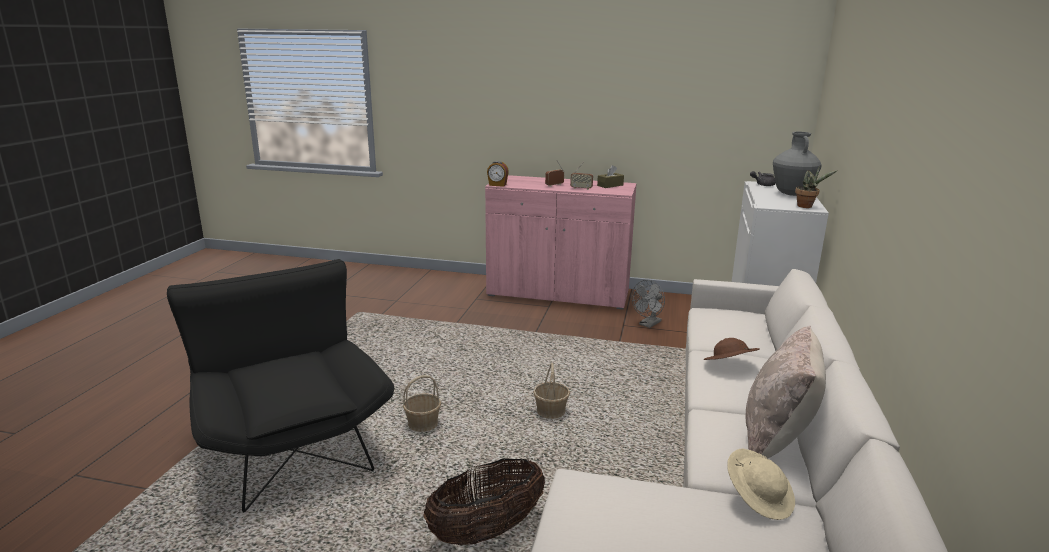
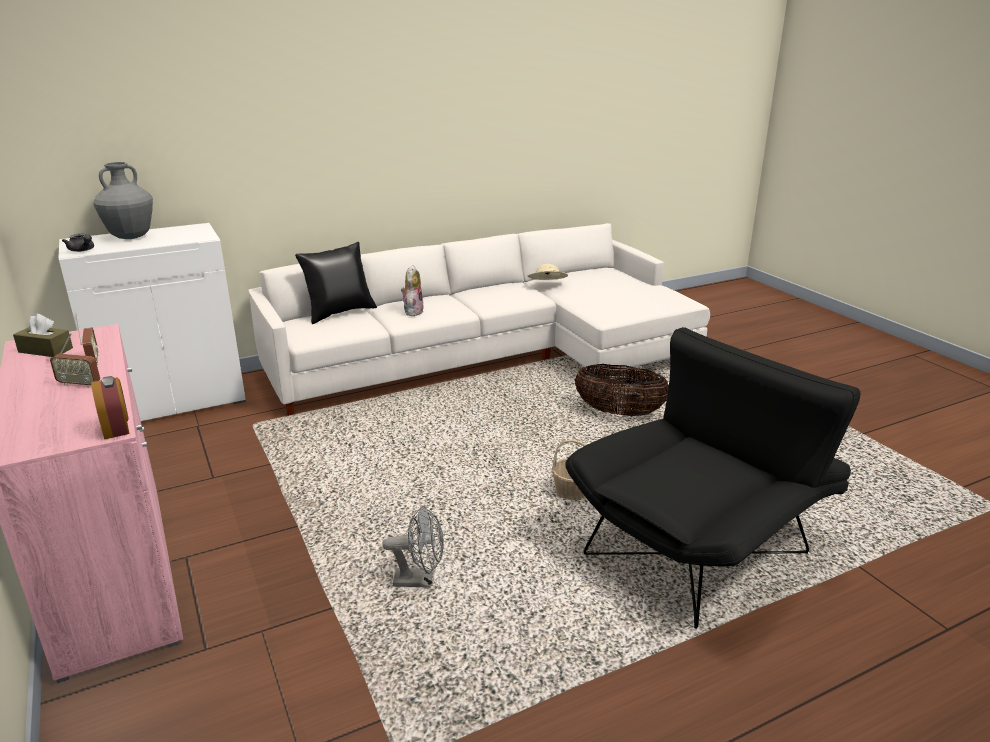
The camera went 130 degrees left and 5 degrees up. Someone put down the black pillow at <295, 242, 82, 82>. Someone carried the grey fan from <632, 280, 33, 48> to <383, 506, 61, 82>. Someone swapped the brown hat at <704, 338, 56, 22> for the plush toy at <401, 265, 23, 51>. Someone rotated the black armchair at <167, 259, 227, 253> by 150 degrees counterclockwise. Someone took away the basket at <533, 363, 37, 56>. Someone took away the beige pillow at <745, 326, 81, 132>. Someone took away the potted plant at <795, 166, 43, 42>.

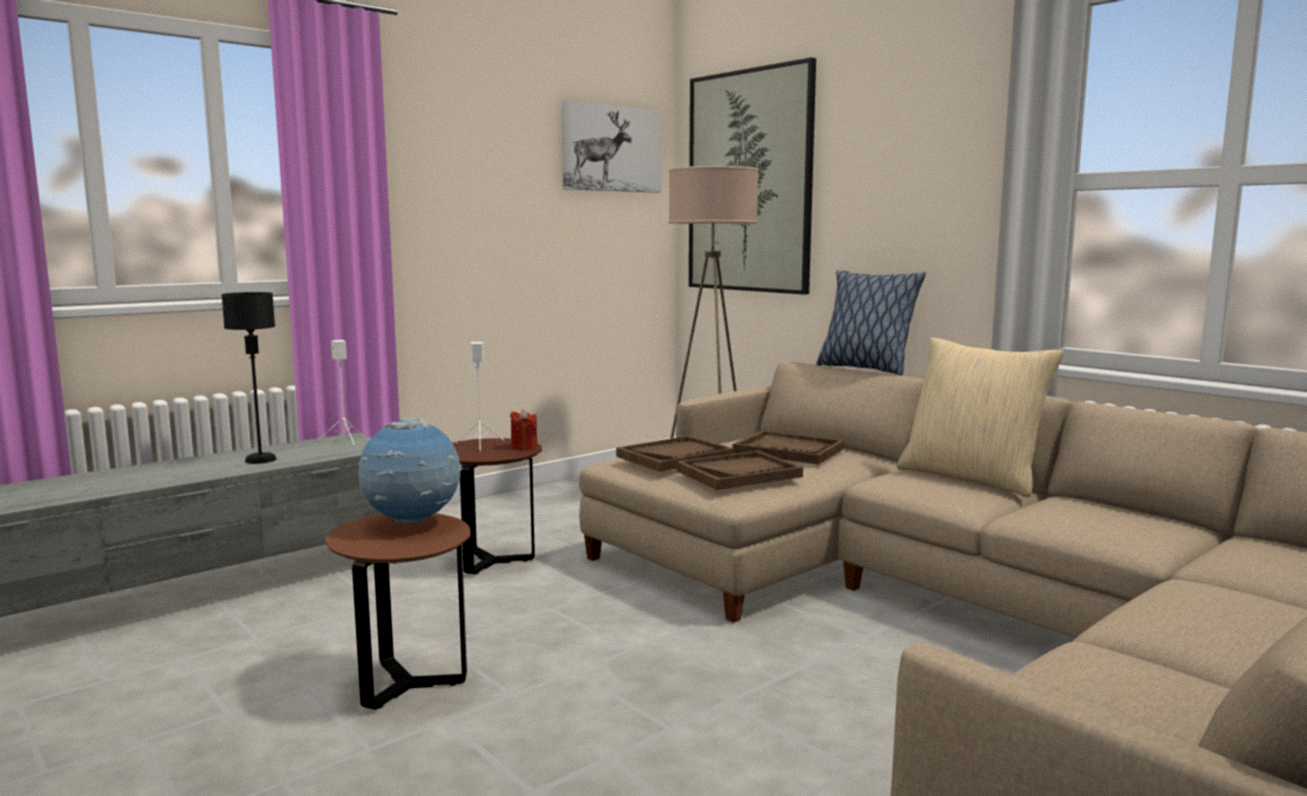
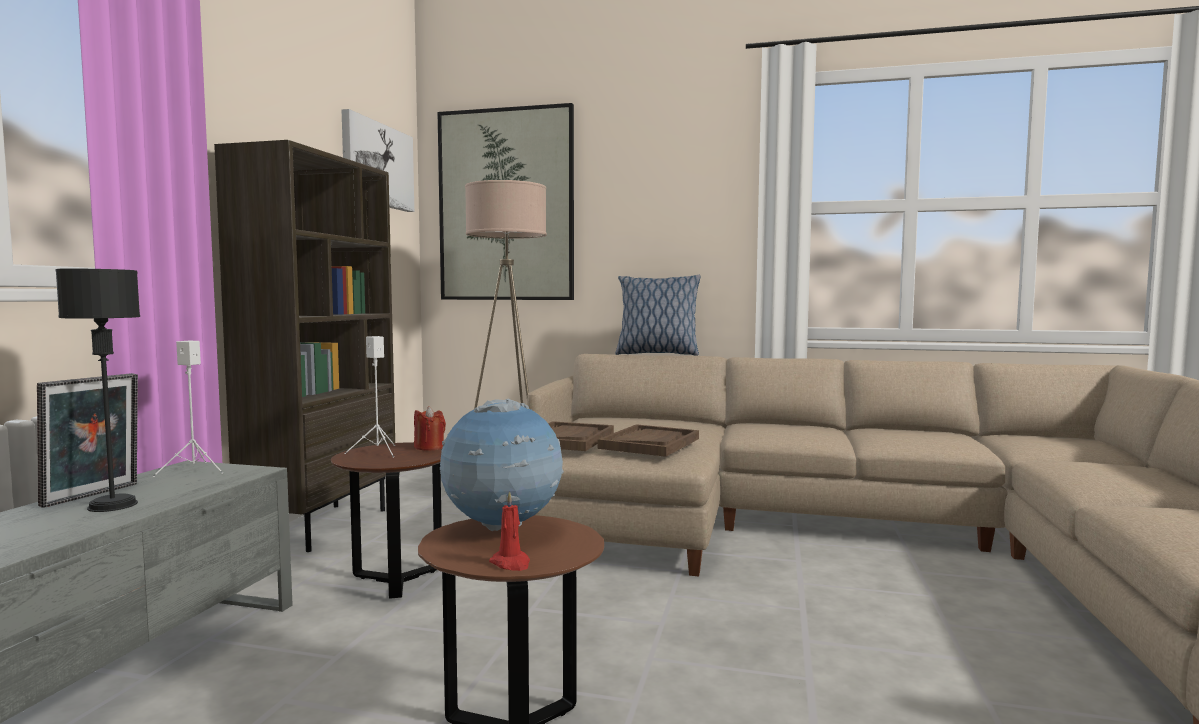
The camera went 35 degrees left and 5 degrees down. Someone put down the picture frame at <37, 373, 101, 135>. Someone put down the brown bookcase at <214, 140, 181, 412>. Someone put down the red candle at <489, 491, 41, 80>. Someone took away the brown tray at <732, 431, 112, 33>. Someone took away the beige pillow at <897, 337, 167, 160>.

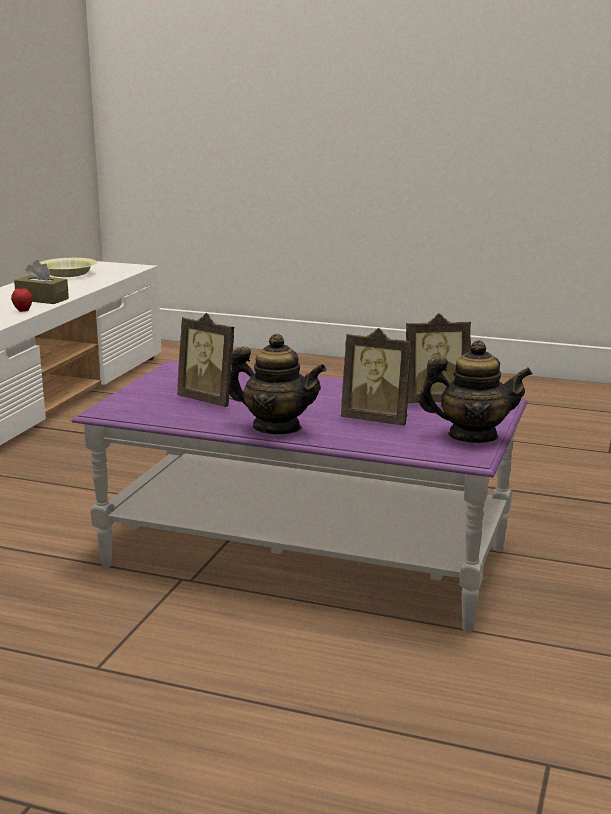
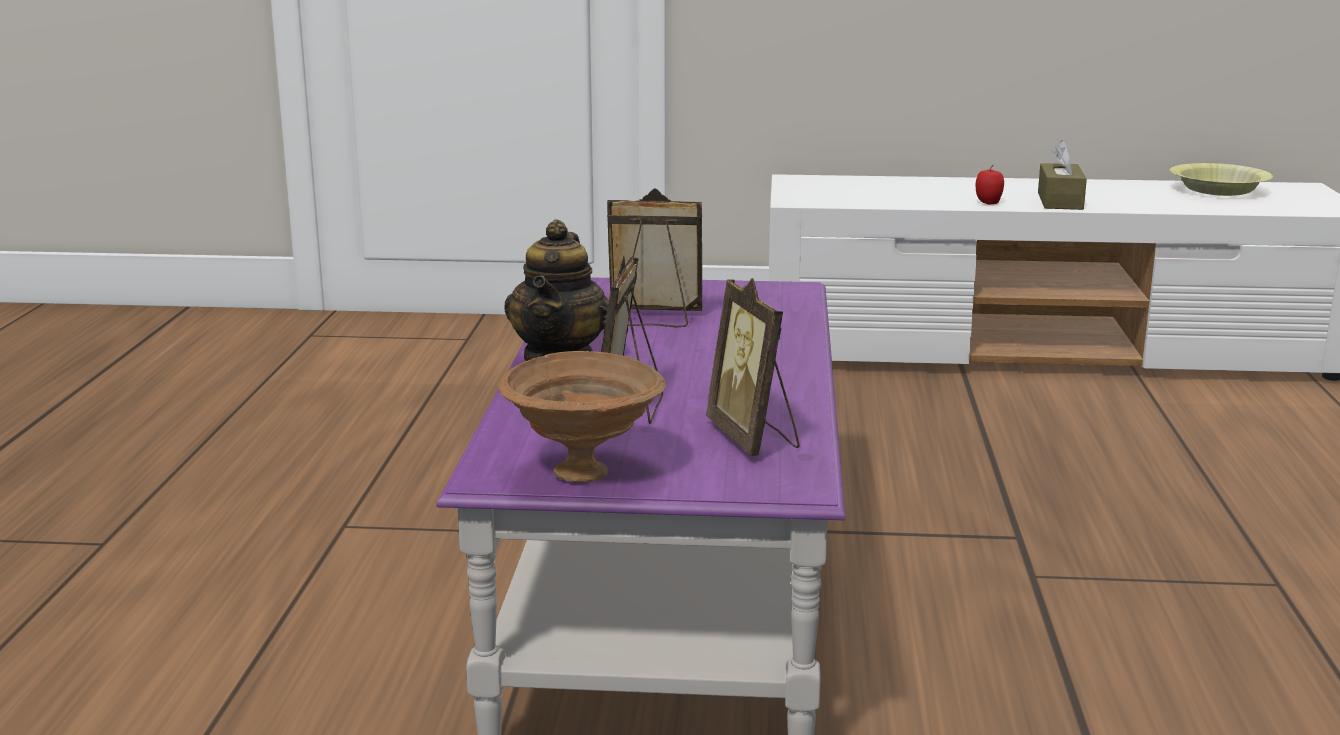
The camera went 75 degrees right and 0 degrees up. Someone swapped the teapot at <418, 340, 115, 103> for the brown bowl at <499, 351, 167, 131>. Someone rotated the picture frame at <177, 313, 57, 94> by 75 degrees clockwise.

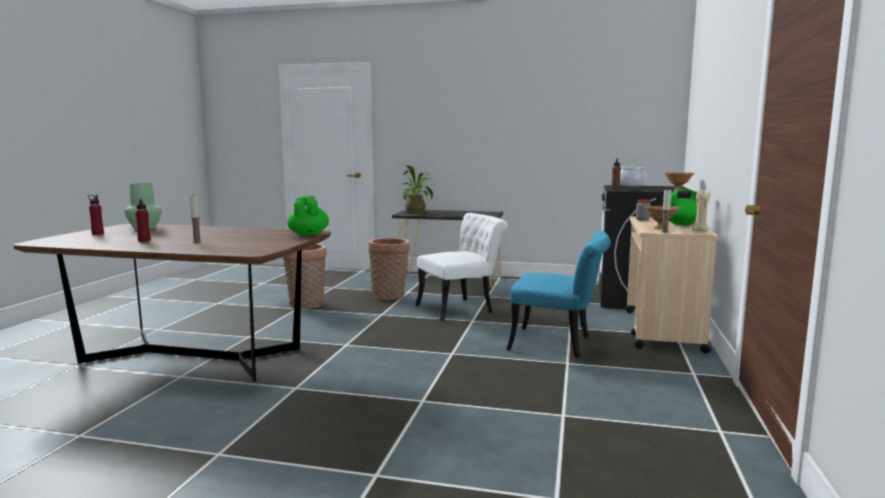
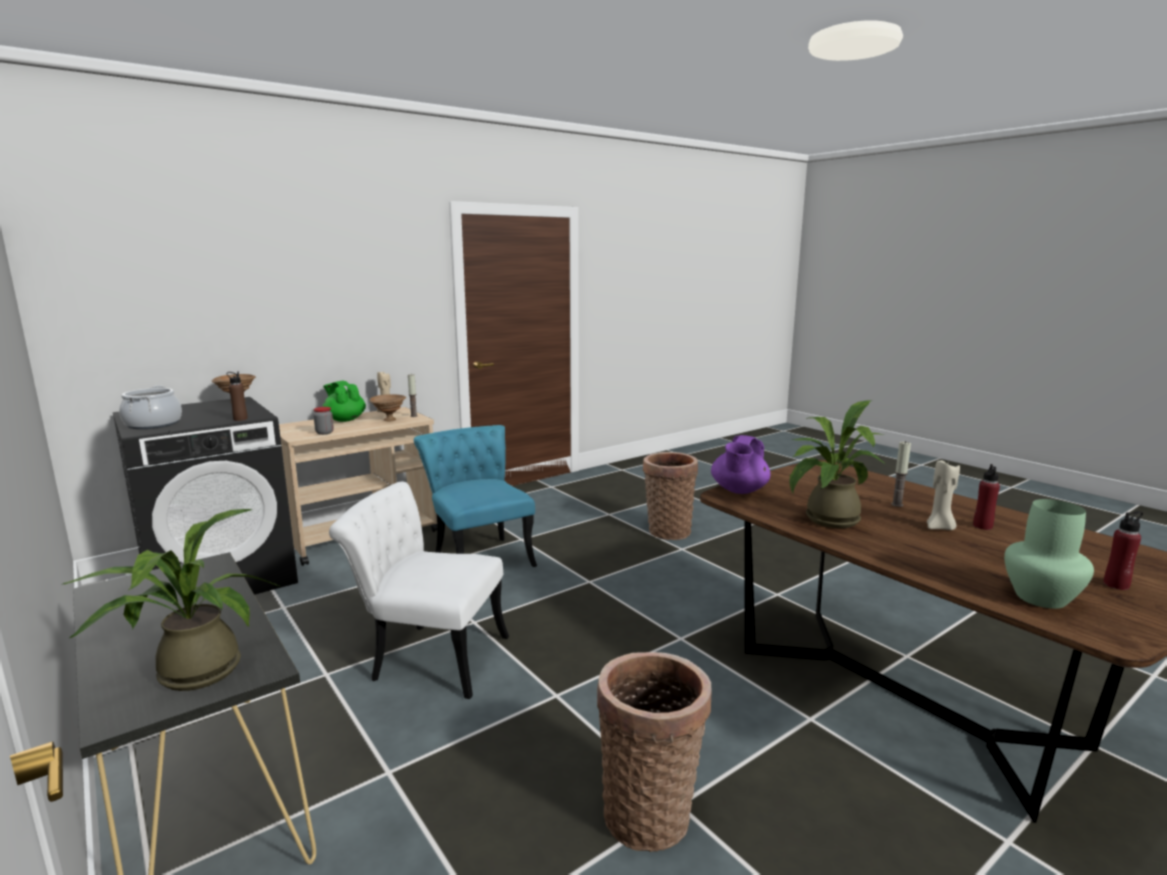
The camera went 140 degrees left and 5 degrees up. Someone carried the basket from <369, 238, 41, 62> to <643, 452, 55, 88>. Someone repainted the green teapot at <287, 195, 42, 41>, which became the purple teapot at <711, 435, 59, 59>. Someone put down the potted plant at <789, 400, 96, 128>. Someone put down the beige candle at <927, 460, 33, 70>.

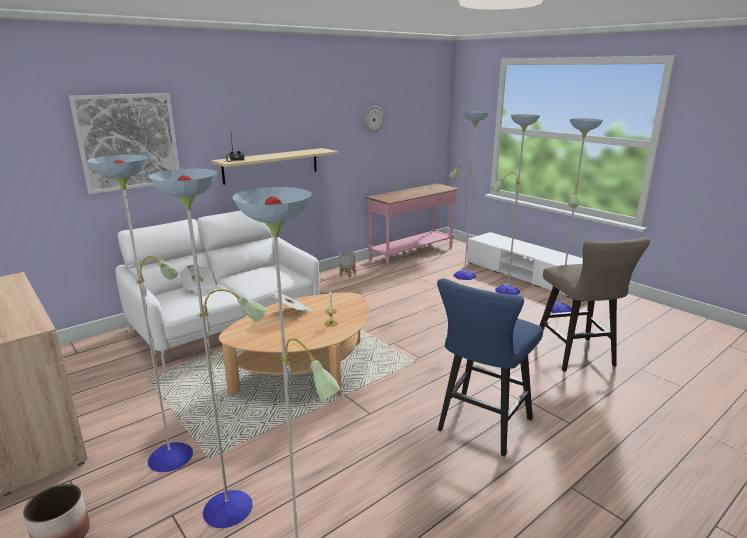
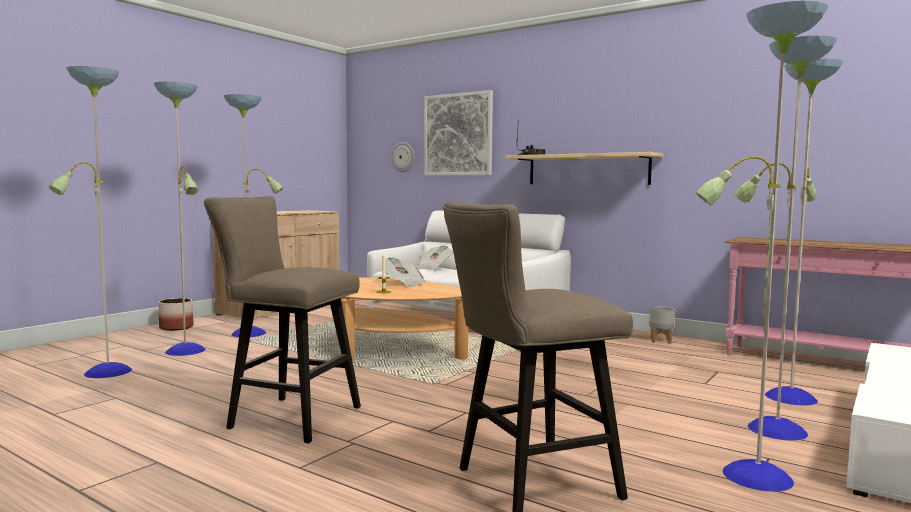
The camera went 75 degrees right and 15 degrees down. Someone repainted the blue stool at <437, 278, 106, 179>, which became the beige stool at <204, 196, 157, 248>. Someone carried the wall clock from <364, 106, 20, 27> to <391, 142, 24, 30>.

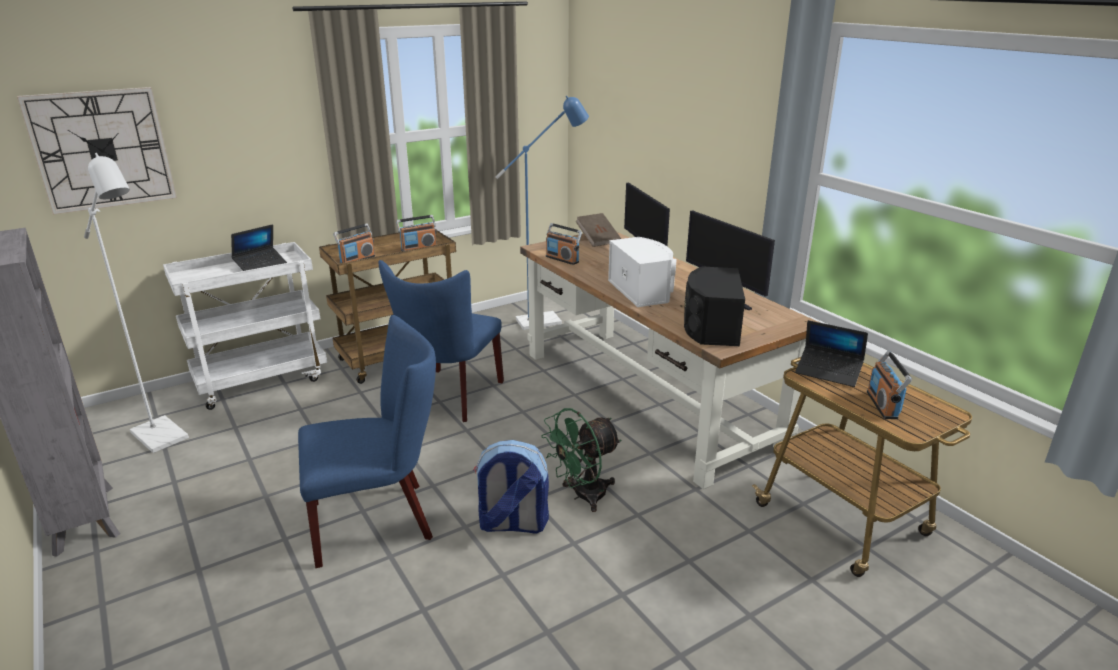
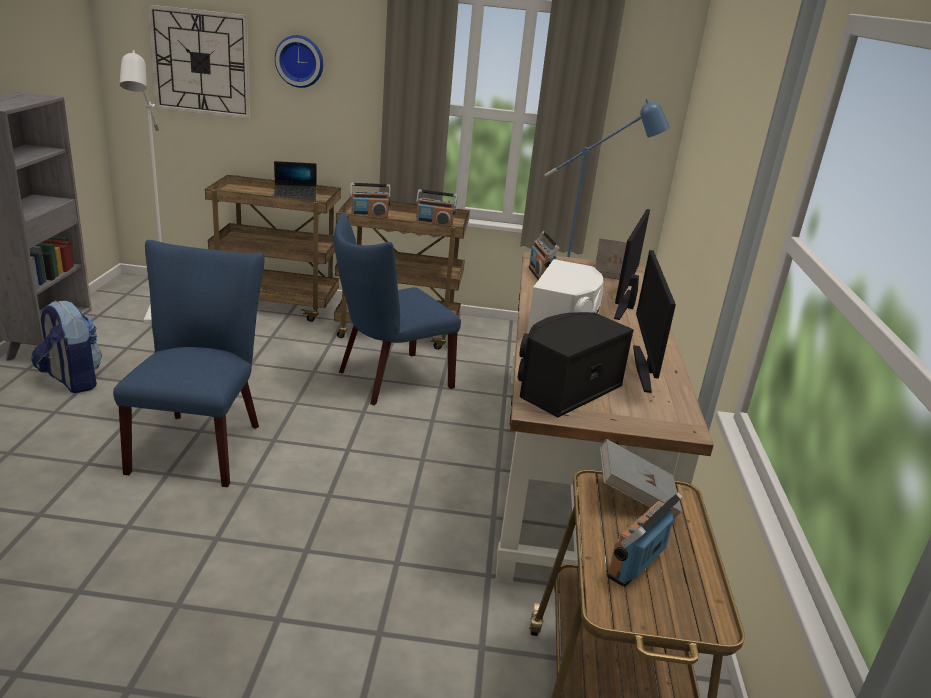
The camera went 35 degrees right and 0 degrees up. Someone carried the backpack from <473, 440, 76, 94> to <31, 301, 71, 92>. Someone rotated the blue chair at <298, 315, 138, 253> by 105 degrees counterclockwise. Someone repainted the white cart at <163, 242, 164, 168>, which became the brown cart at <205, 175, 136, 147>. Someone put up the wall clock at <275, 35, 48, 53>. Someone swapped the laptop at <795, 320, 73, 67> for the grey book at <600, 439, 82, 82>. Someone took away the green fan at <541, 408, 80, 104>.

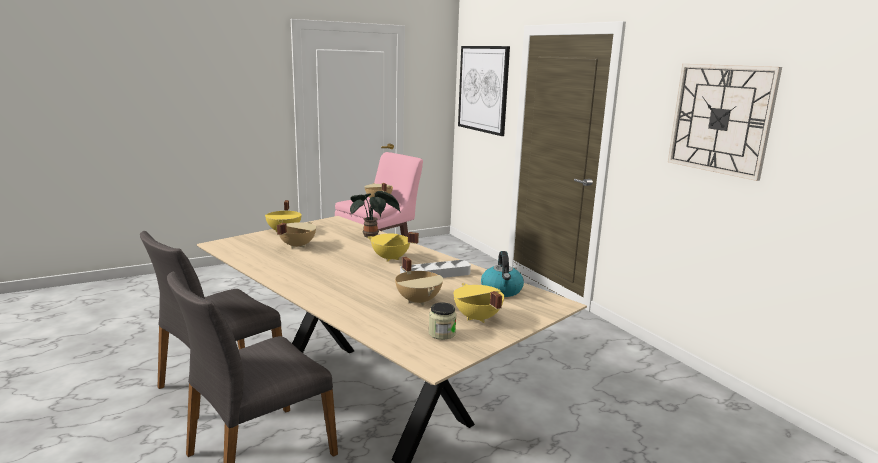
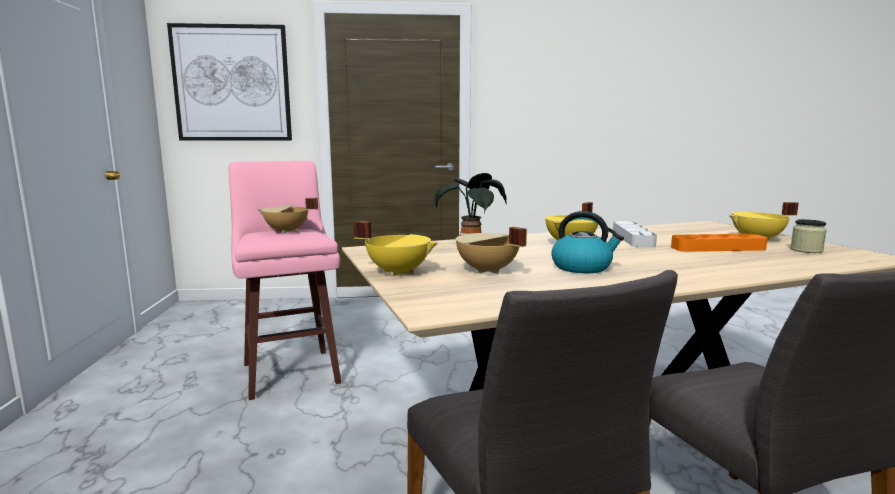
The camera went 65 degrees left and 5 degrees down. Someone carried the kettle from <481, 251, 43, 46> to <551, 211, 73, 62>. Someone swapped the beige cooking pot at <395, 257, 48, 48> for the orange tray at <671, 234, 96, 18>. Someone took away the wall clock at <668, 64, 114, 117>.

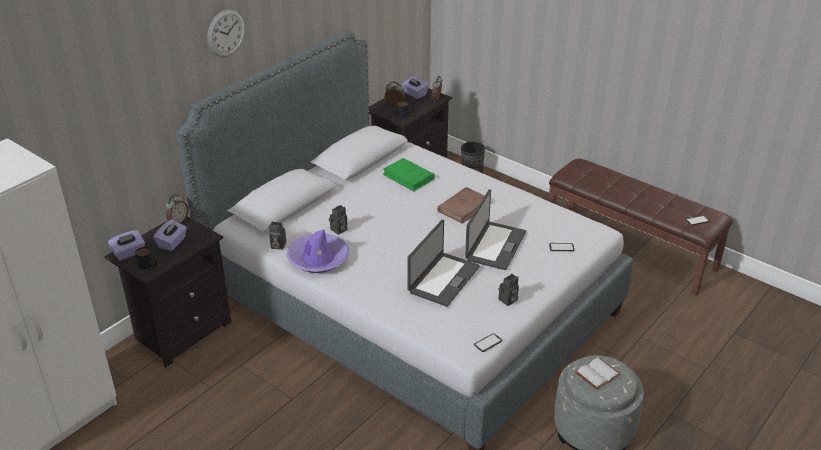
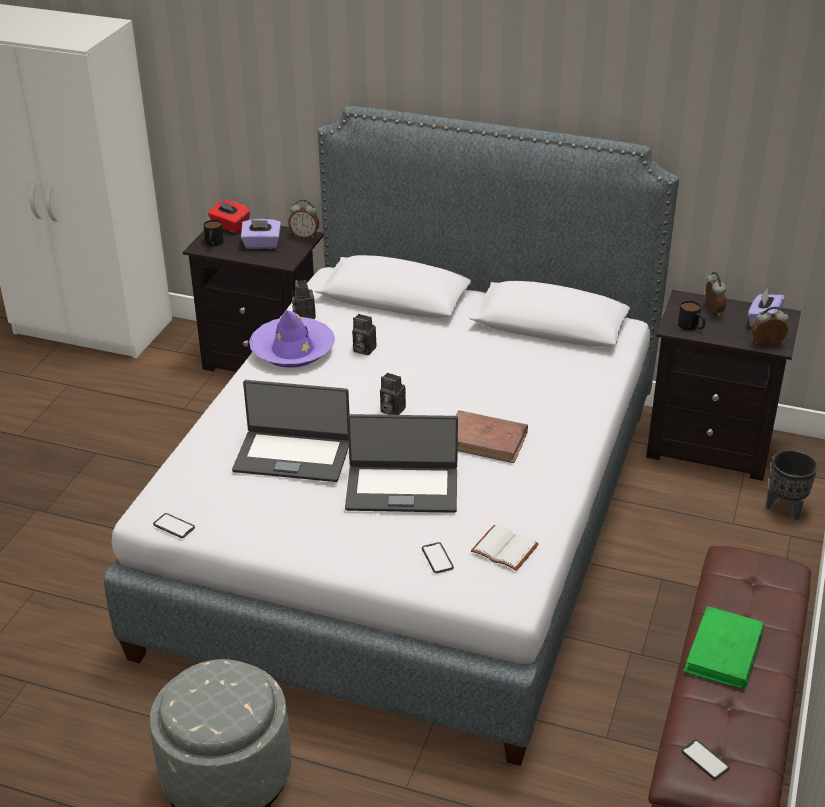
The camera went 70 degrees right and 0 degrees up. Someone repainted the purple tissue box at <108, 230, 37, 31>, which became the red tissue box at <208, 200, 42, 33>. Someone carried the photo camera from <498, 274, 21, 32> to <380, 372, 26, 43>. Someone carried the white book from <575, 358, 46, 32> to <471, 525, 68, 46>. Someone carried the green book from <383, 158, 52, 33> to <683, 606, 82, 83>. Someone took away the wall clock at <207, 9, 38, 48>.

